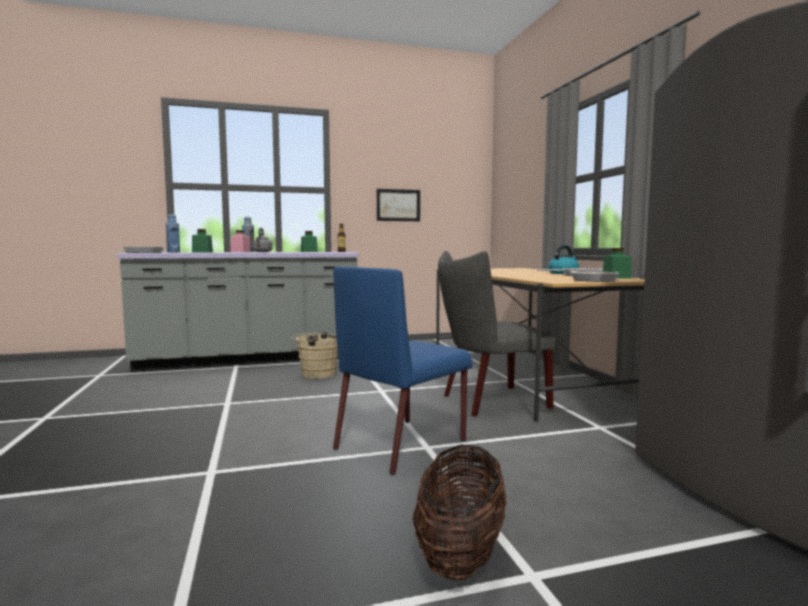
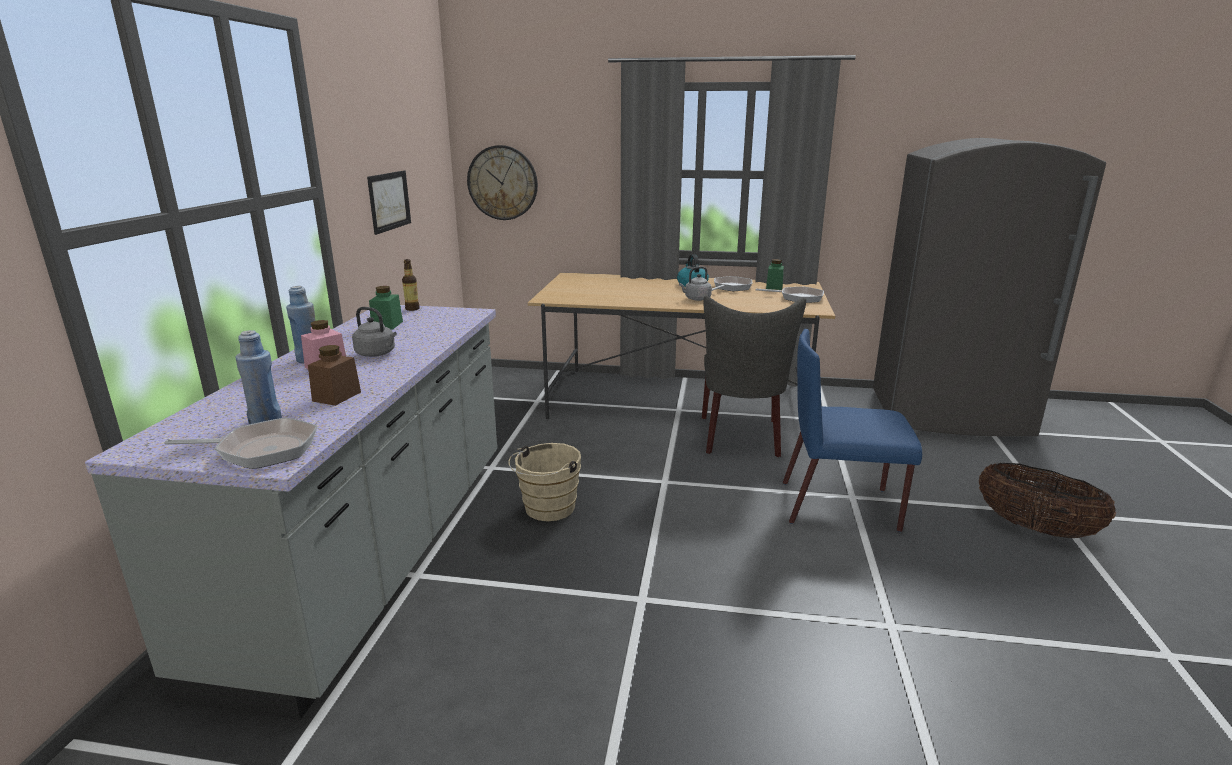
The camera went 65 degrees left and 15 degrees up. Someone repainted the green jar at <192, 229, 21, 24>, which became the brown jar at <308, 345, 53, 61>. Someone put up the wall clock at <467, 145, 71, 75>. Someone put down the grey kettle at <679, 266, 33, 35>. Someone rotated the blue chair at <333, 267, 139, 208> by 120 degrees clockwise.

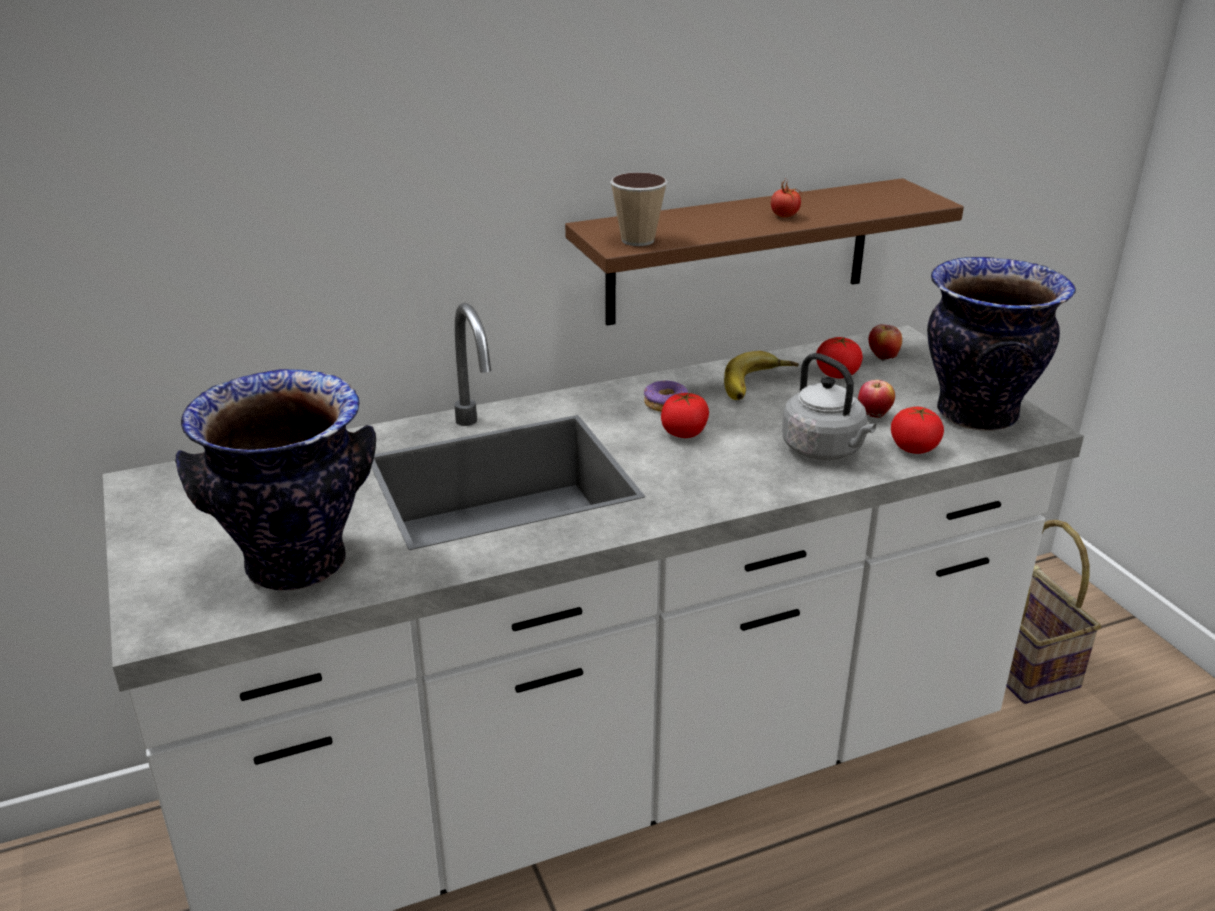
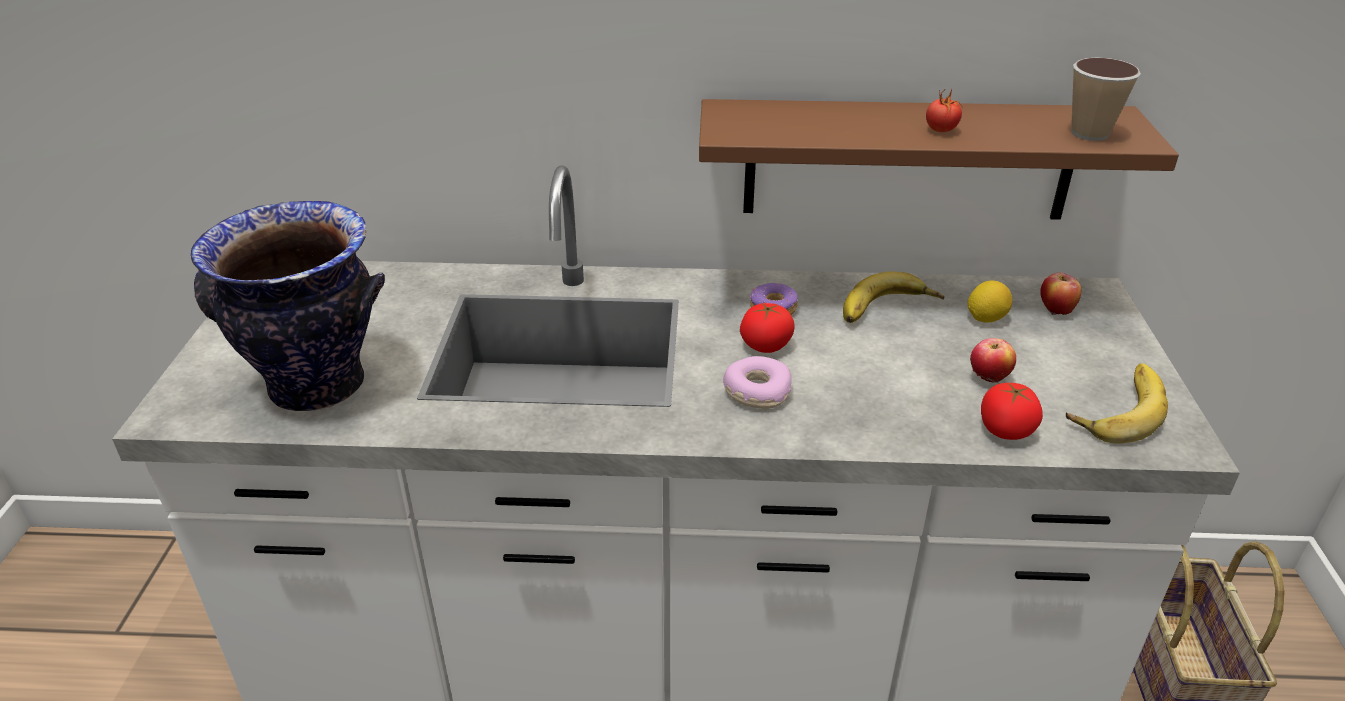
The camera went 25 degrees right and 5 degrees up. Someone put down the donut at <723, 356, 68, 53>. Someone swapped the tomato at <816, 337, 47, 41> for the lemon at <968, 281, 44, 42>. Someone swapped the vase at <927, 257, 149, 174> for the banana at <1066, 363, 102, 80>. Someone carried the cup from <610, 172, 58, 74> to <1071, 58, 70, 83>. Someone took away the grey kettle at <782, 353, 94, 107>.

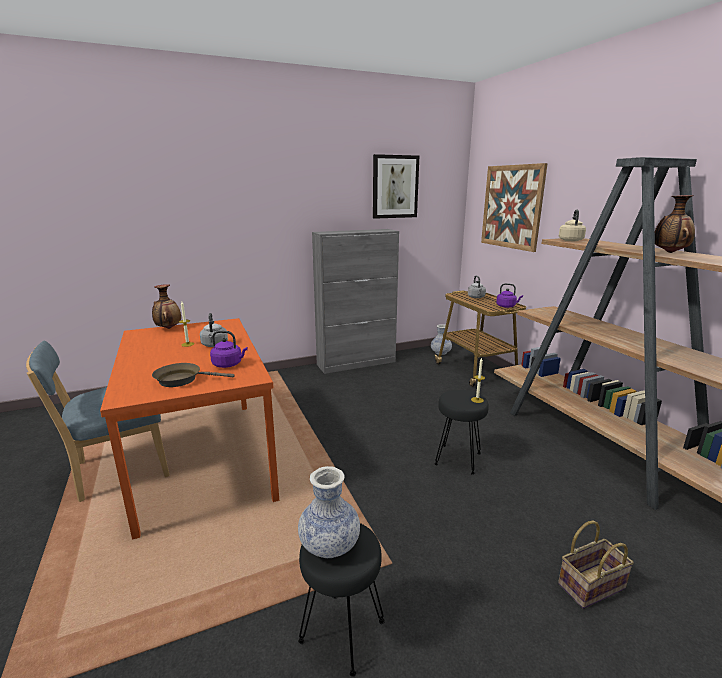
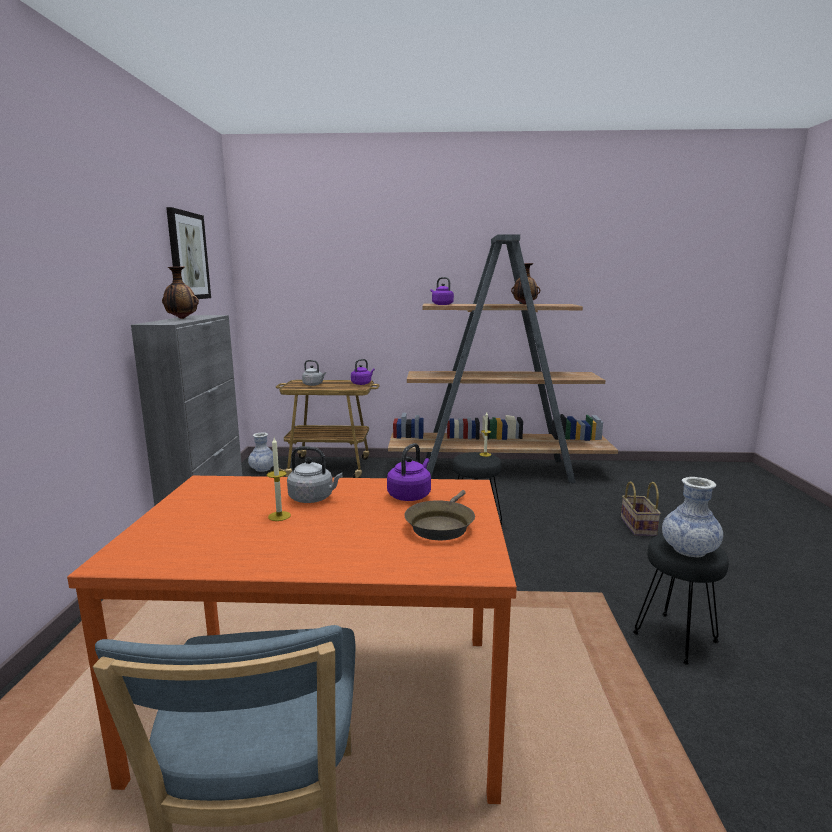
The camera went 65 degrees left and 5 degrees down. Someone carried the vase from <152, 284, 29, 45> to <162, 267, 37, 52>. Someone repainted the beige kettle at <559, 210, 27, 31>, which became the purple kettle at <431, 277, 23, 28>. Someone took away the picture at <481, 163, 67, 89>.

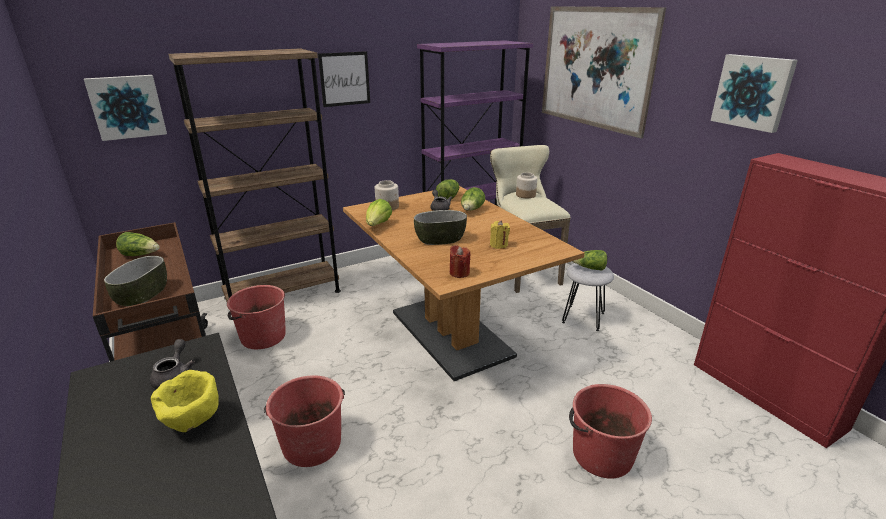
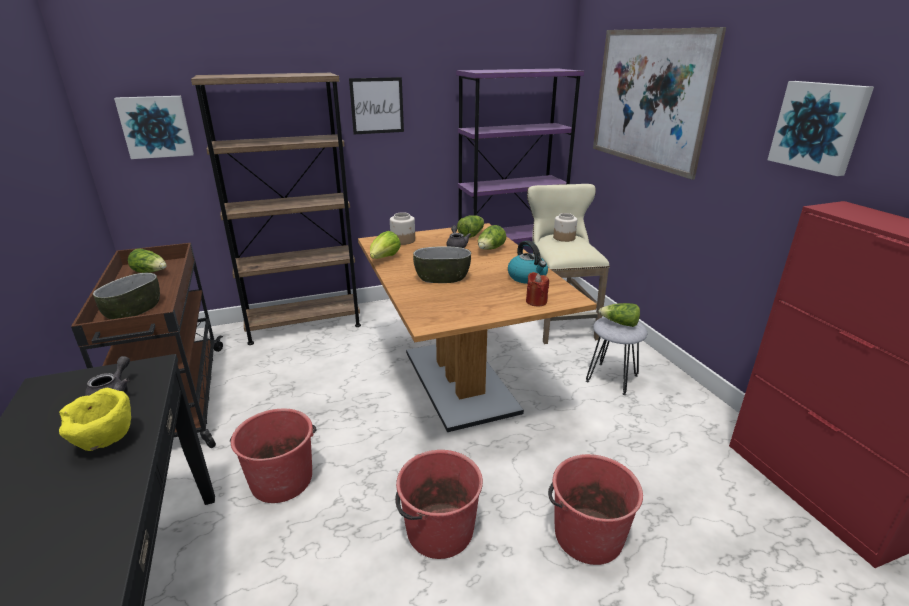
The camera went 10 degrees right and 0 degrees up. Someone carried the red bucket from <227, 285, 59, 64> to <395, 450, 88, 109>. Someone put down the kettle at <508, 240, 40, 44>. Someone carried the red candle from <450, 245, 20, 33> to <526, 272, 23, 34>. Someone took away the yellow candle at <490, 220, 20, 29>.

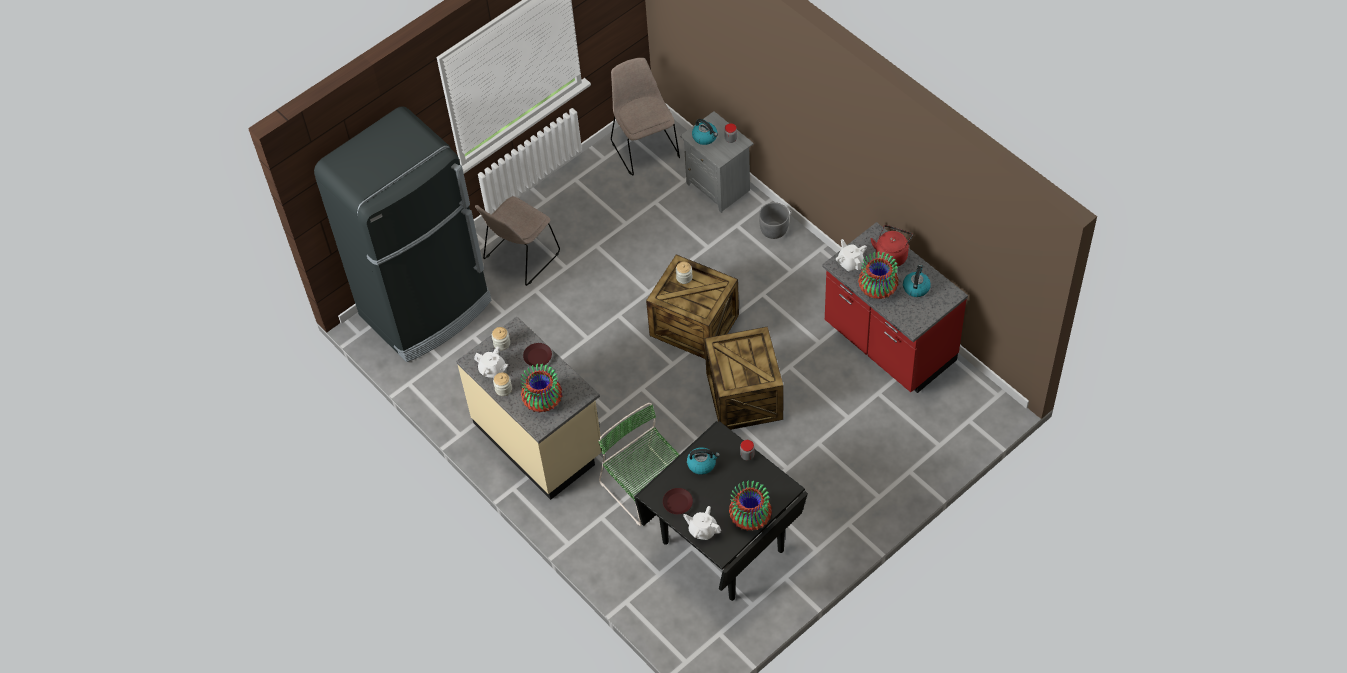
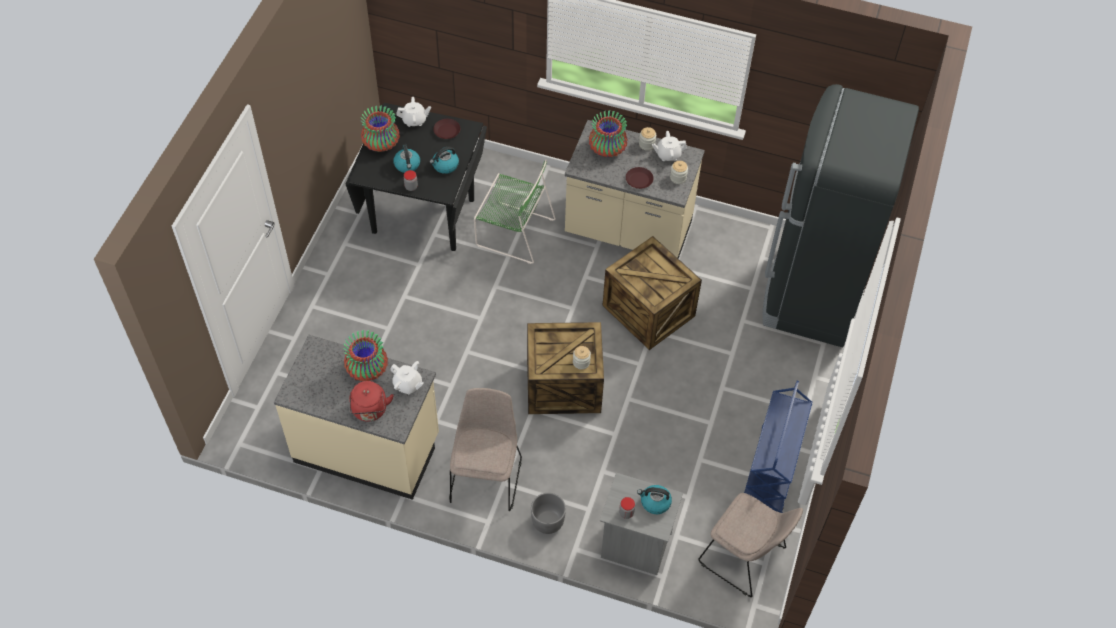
The camera went 145 degrees right and 0 degrees up. Someone repainted the red counter at <822, 222, 146, 171>, which became the beige counter at <274, 335, 165, 165>. Someone carried the kettle from <903, 265, 28, 32> to <393, 144, 27, 29>. Someone carried the beige chair from <475, 196, 85, 90> to <449, 388, 73, 123>. Someone carried the crate from <704, 326, 80, 104> to <602, 236, 100, 114>. Someone put down the blue cart at <744, 381, 69, 132>.

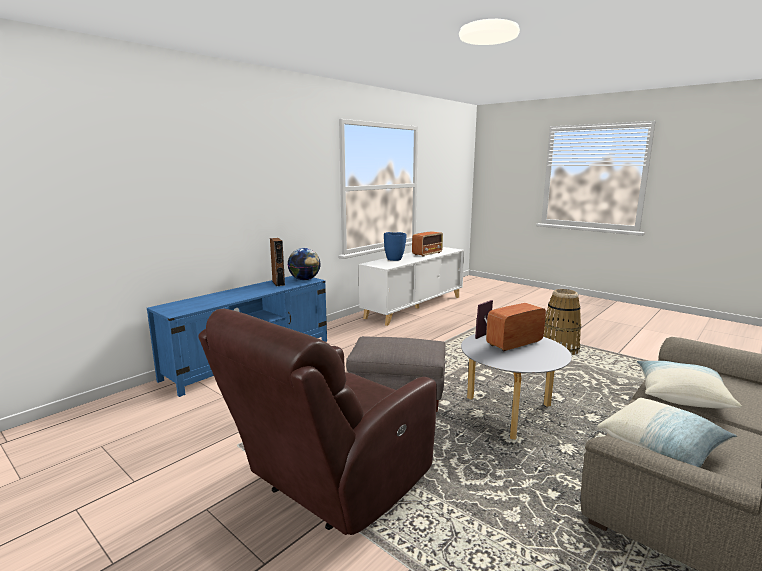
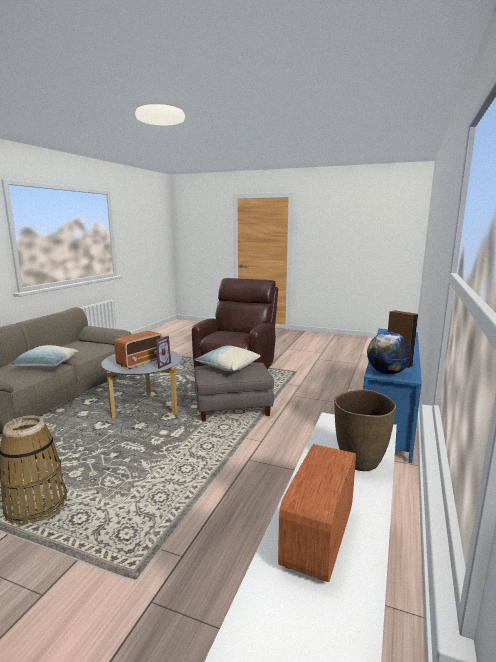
The camera went 160 degrees right and 0 degrees up. Someone carried the pillow from <597, 398, 140, 70> to <194, 346, 67, 25>. Someone repainted the blue vase at <384, 232, 23, 29>, which became the brown vase at <334, 389, 62, 82>.

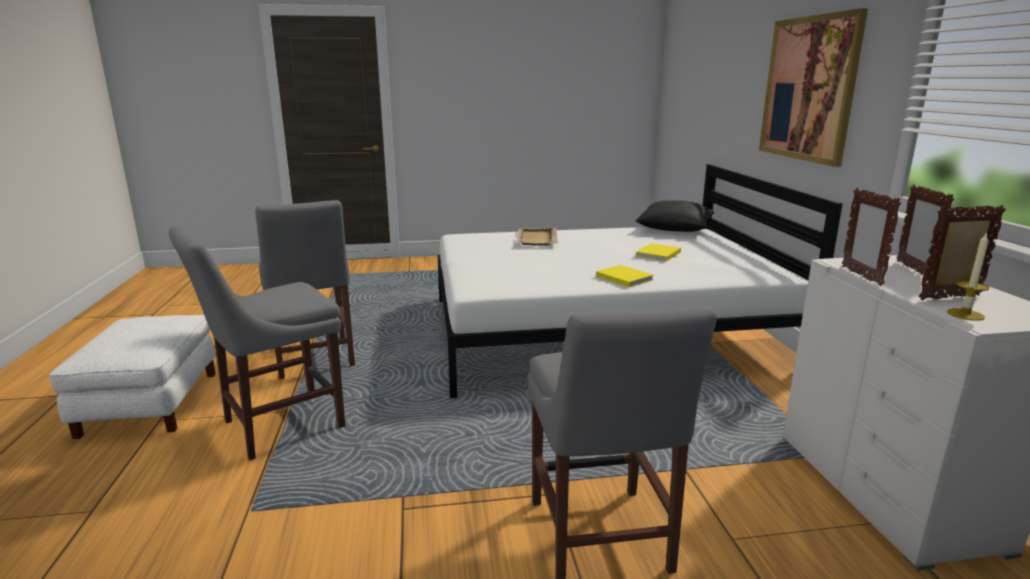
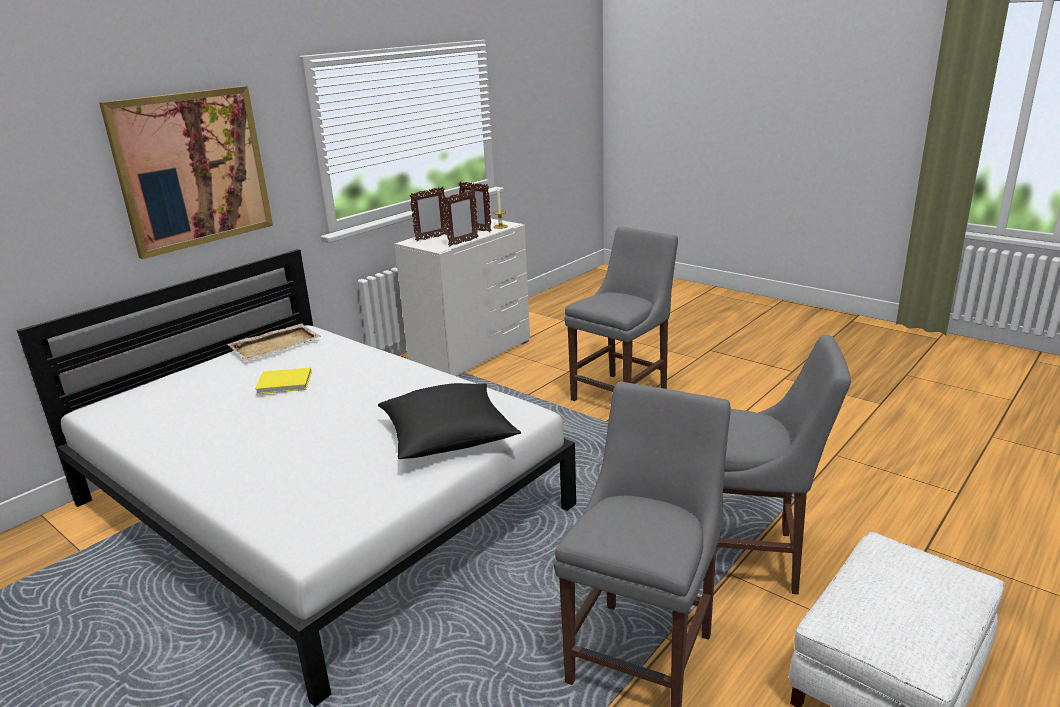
The camera went 130 degrees left and 5 degrees up. Someone carried the beige tray from <516, 227, 42, 19> to <227, 323, 94, 38>. Someone carried the black pillow from <635, 200, 79, 32> to <378, 383, 143, 76>. Someone took away the yellow book at <596, 265, 58, 22>.

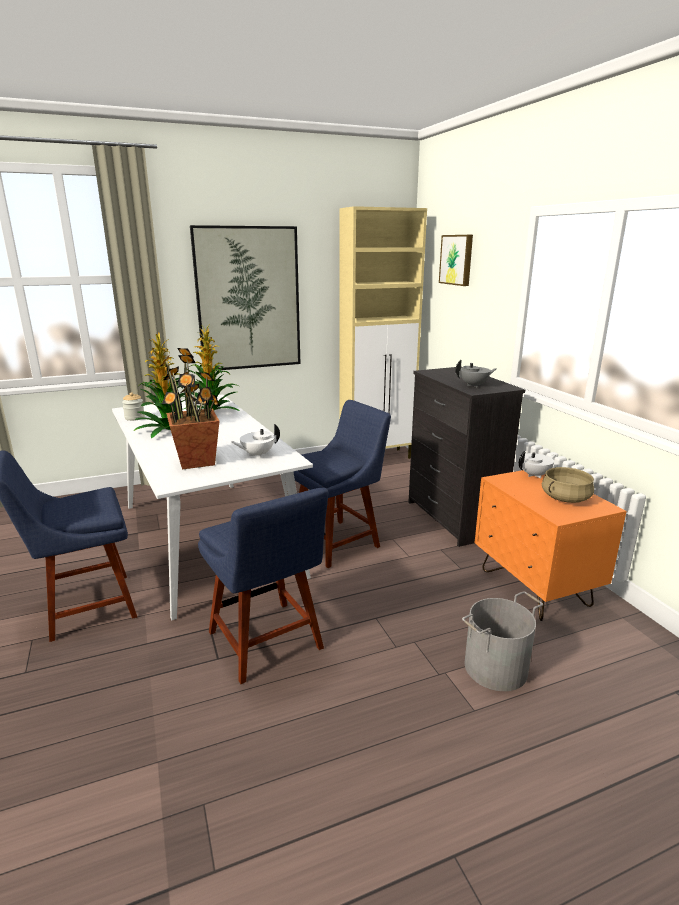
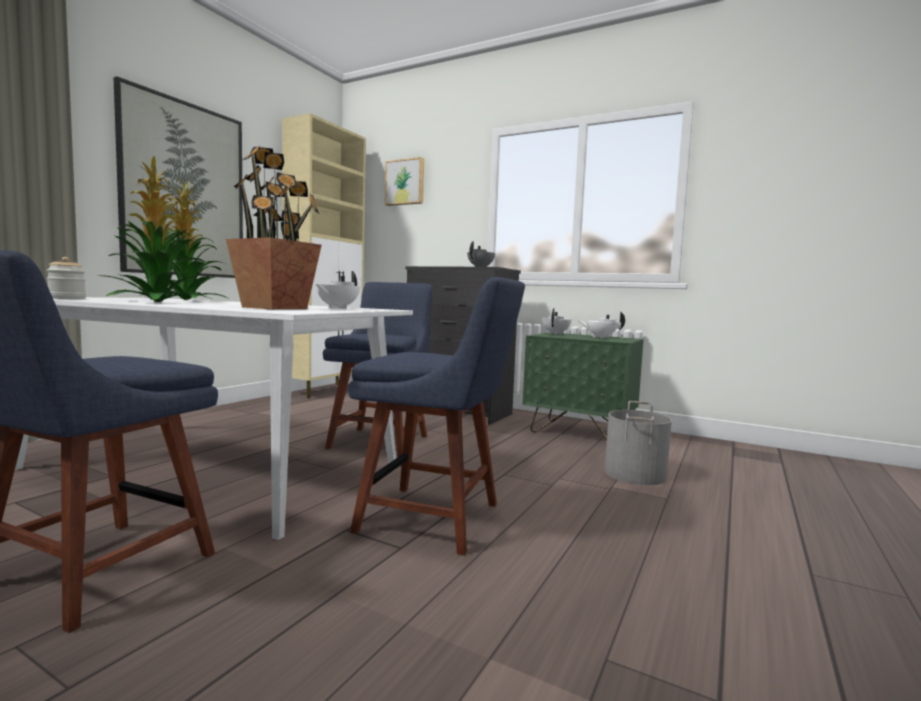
The camera went 40 degrees left and 15 degrees down. Someone repainted the orange nightstand at <475, 470, 152, 151>, which became the green nightstand at <523, 333, 121, 106>. Someone swapped the beige cooking pot at <542, 467, 52, 36> for the white teapot at <578, 311, 47, 27>.

